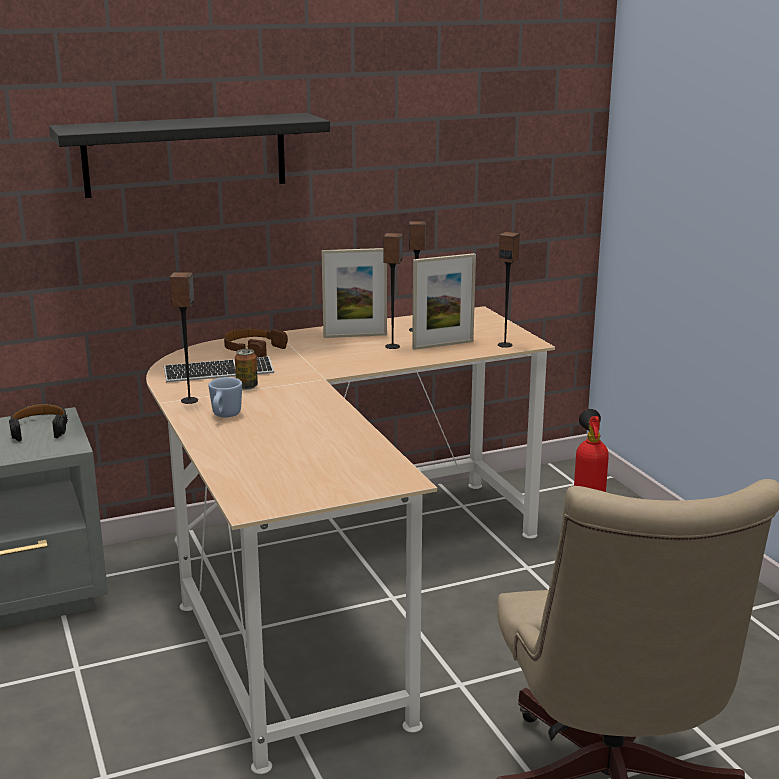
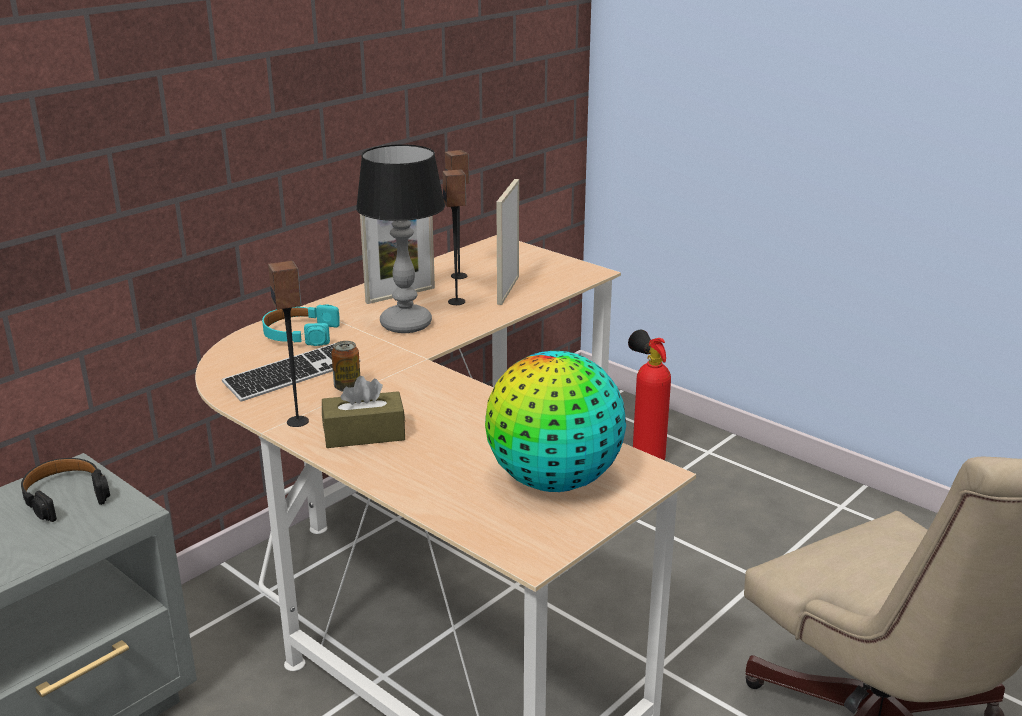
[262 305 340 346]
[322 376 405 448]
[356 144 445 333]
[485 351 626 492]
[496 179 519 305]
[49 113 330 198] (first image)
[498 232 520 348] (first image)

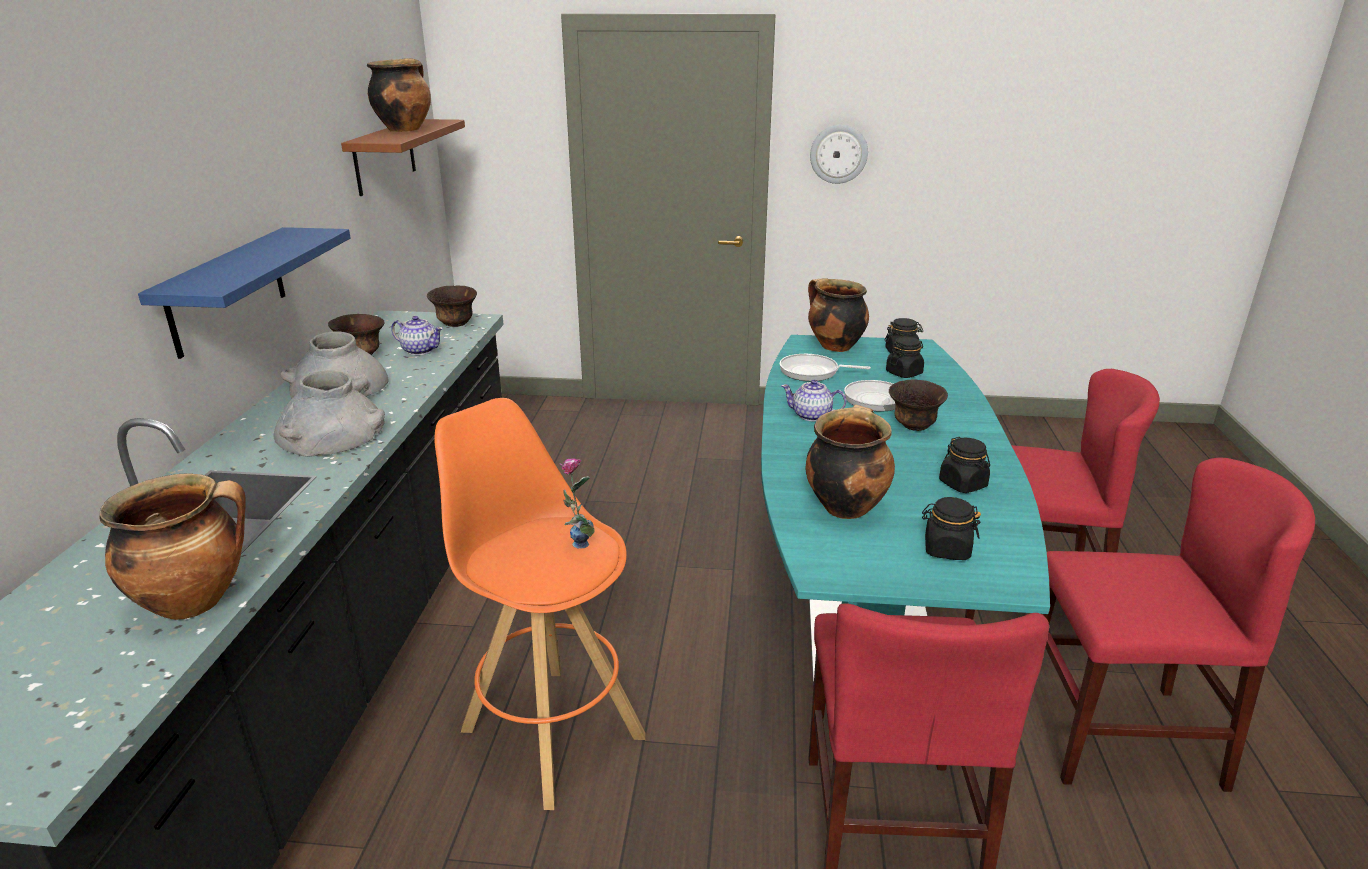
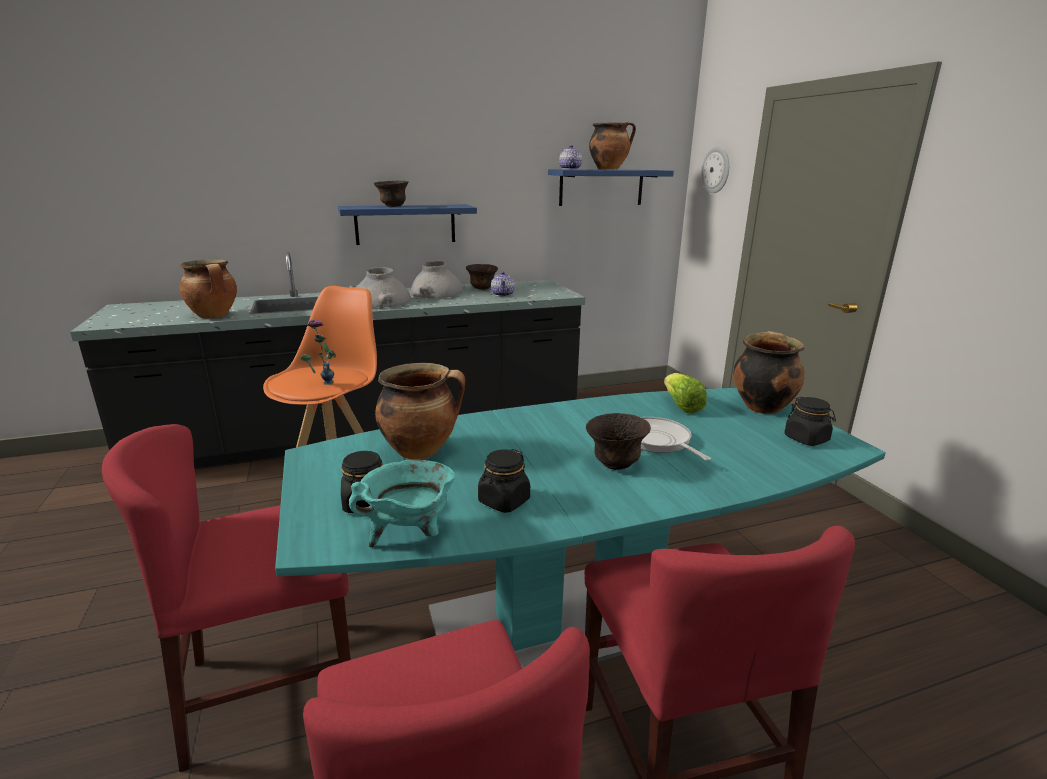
[349 460 456 548]
[374 181 409 207]
[548 169 674 206]
[559 145 582 169]
[664 373 707 413]
[702 147 729 193]
[886 337 924 378] (first image)

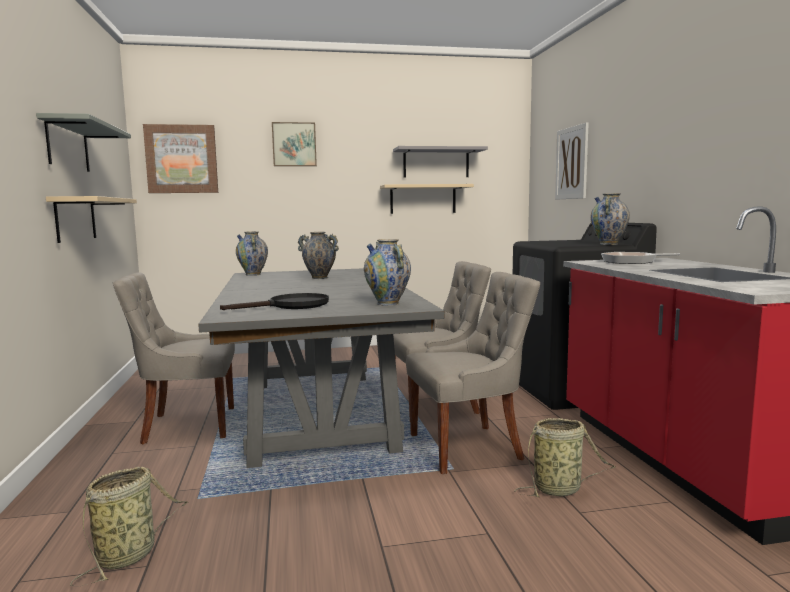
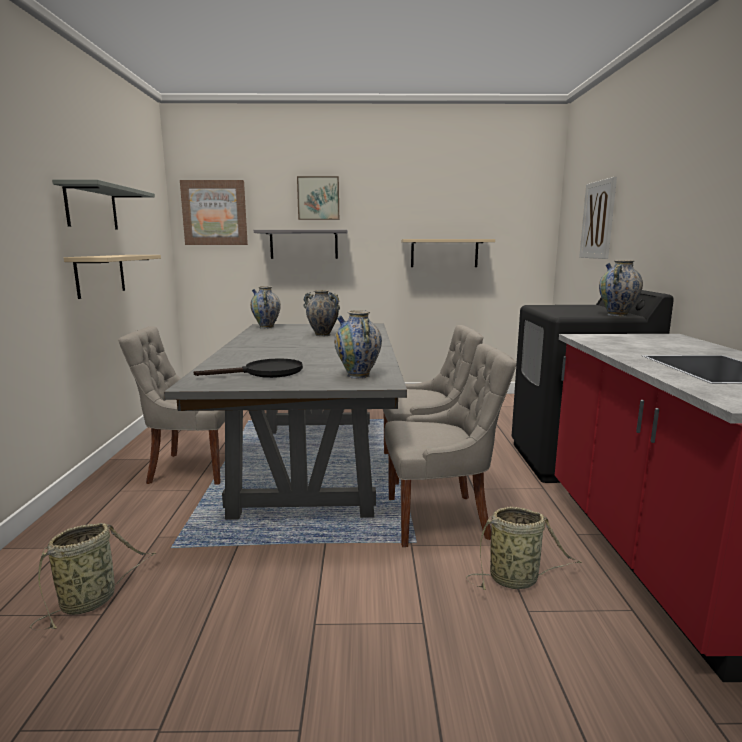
[254 230 348 259]
[601 252 680 264] (first image)

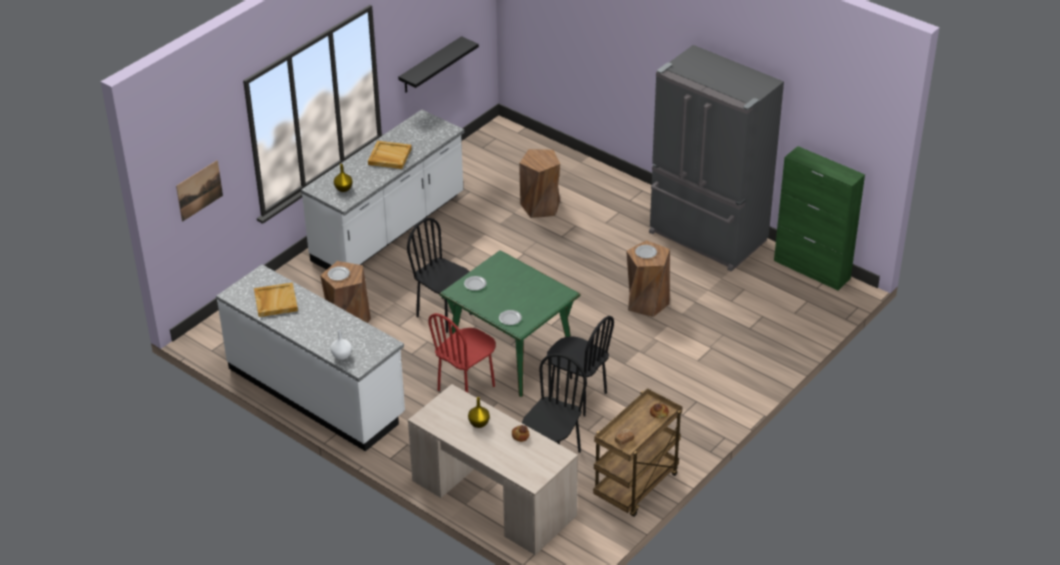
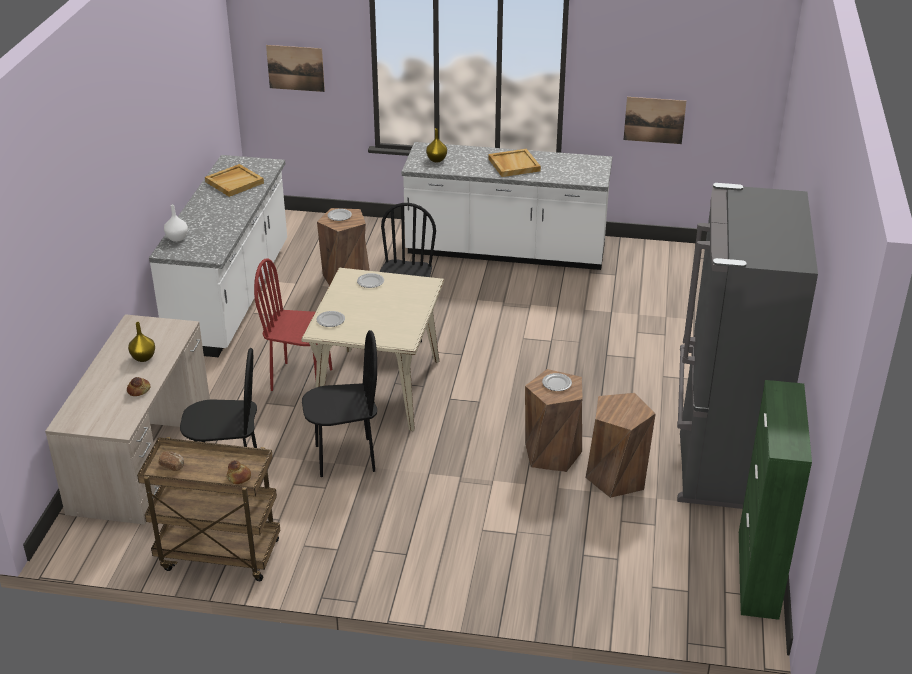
[302 268 444 431]
[302 330 377 477]
[586 393 656 498]
[624 97 686 144]

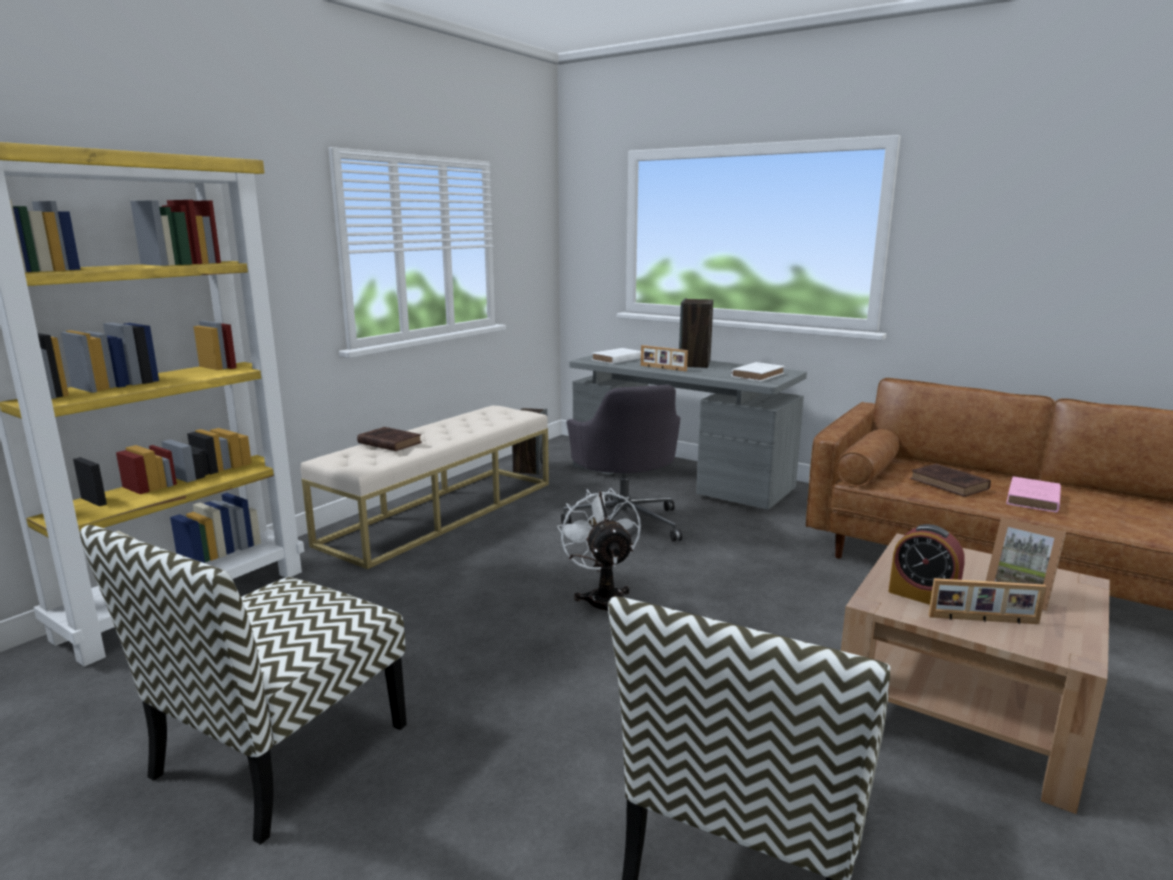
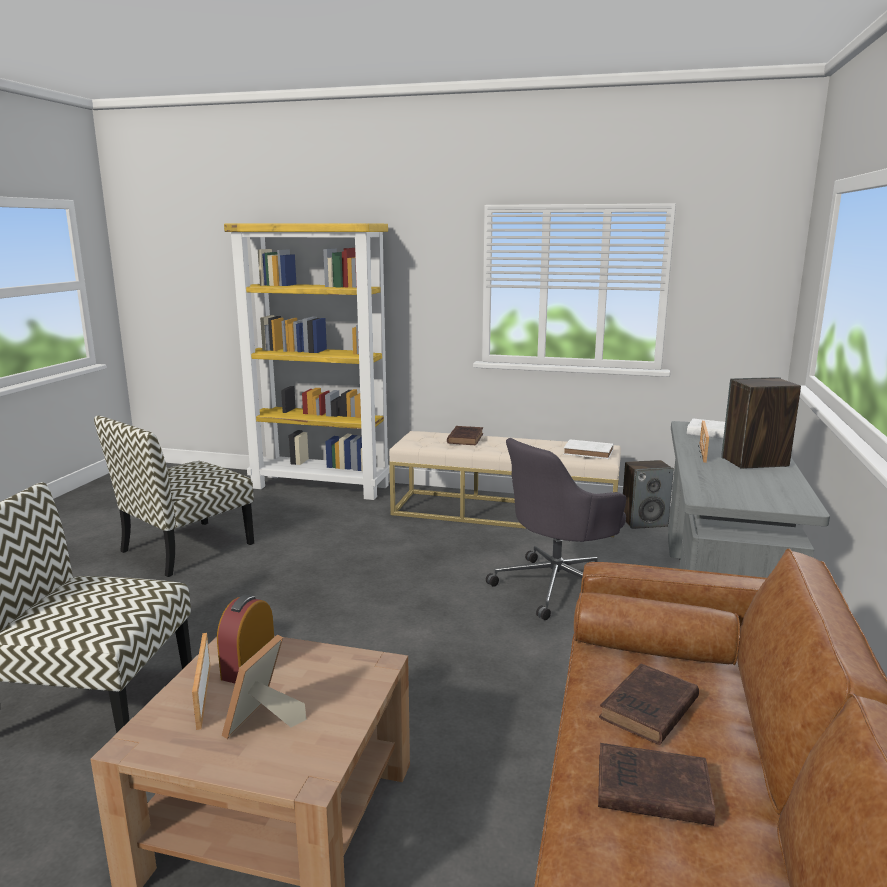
[94 416 254 577]
[564 439 613 459]
[598 743 715 826]
[557 488 641 612] (first image)

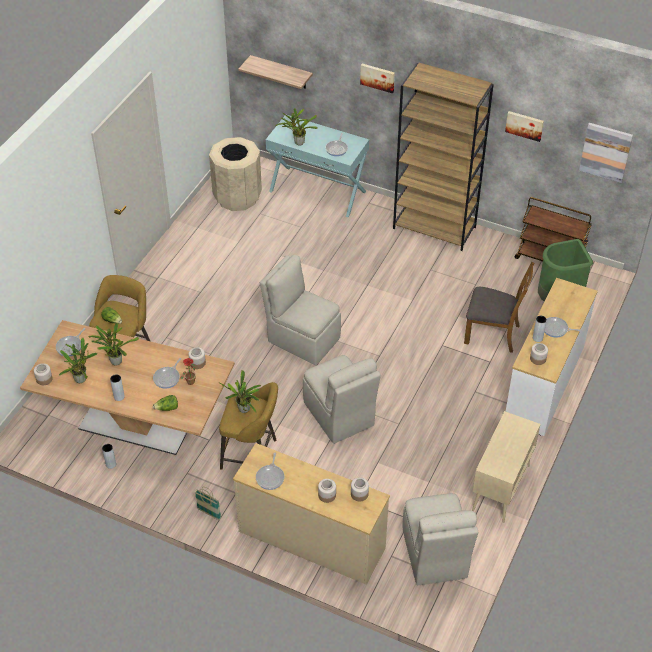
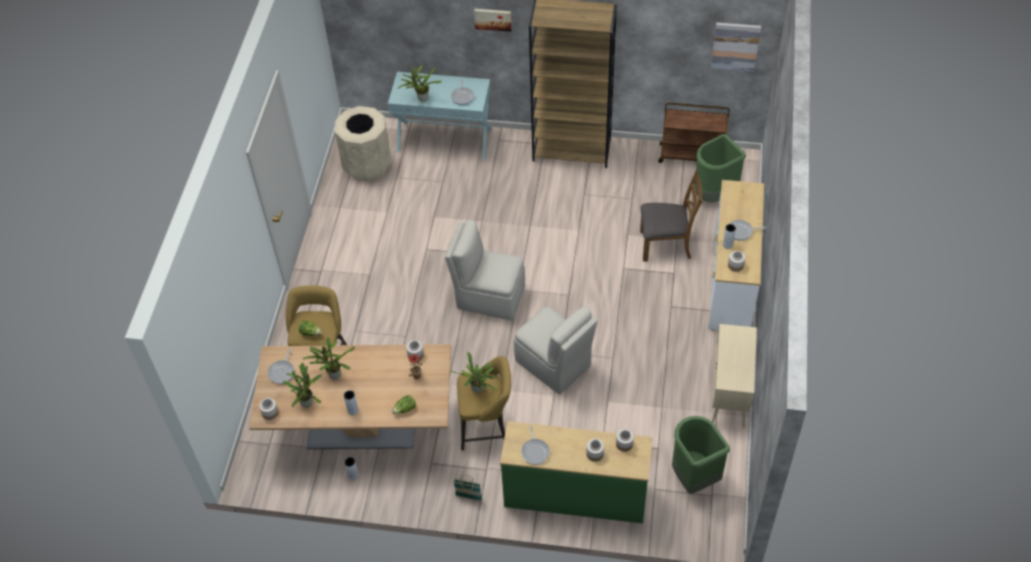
[500 421 653 524]
[672 416 730 494]
[153 358 181 389] (first image)
[238 55 313 89] (first image)
[505 111 544 142] (first image)

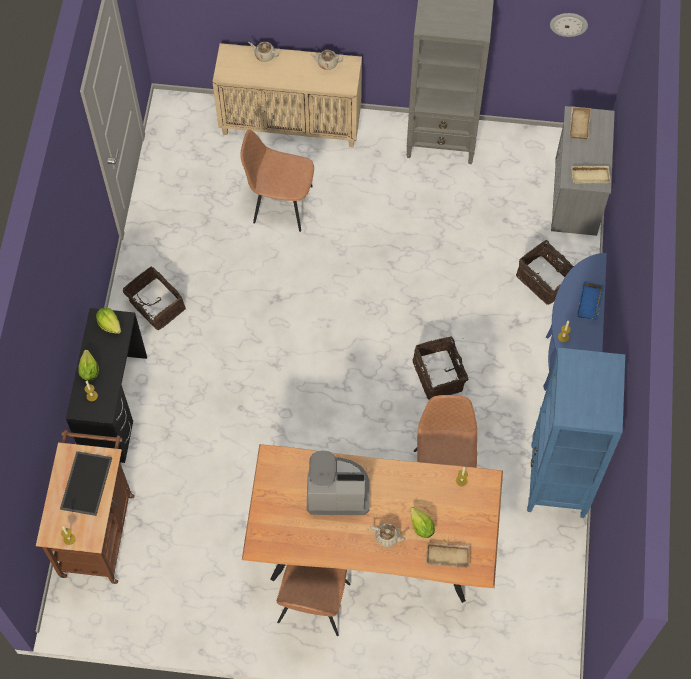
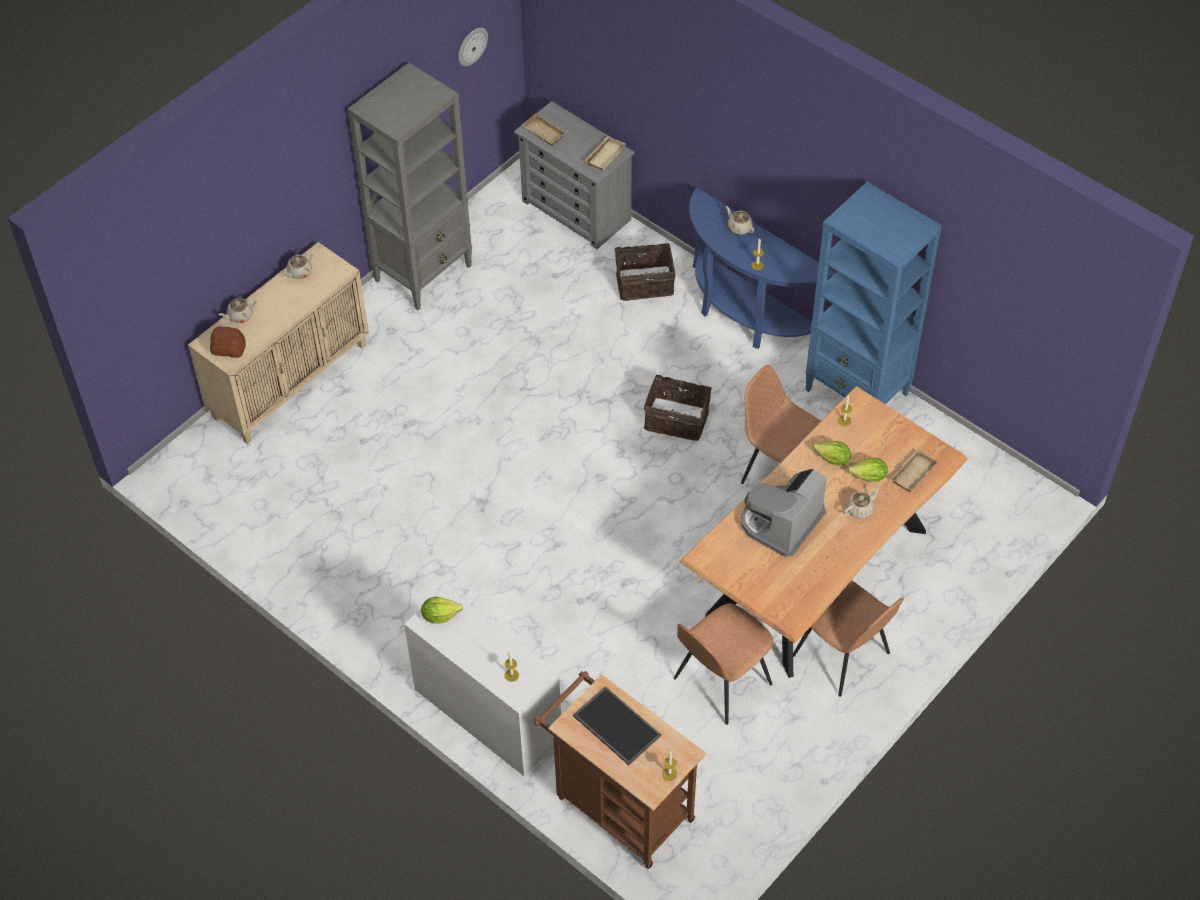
[210 326 246 358]
[404 587 561 776]
[674 603 773 725]
[726 206 754 235]
[813 441 851 466]
[123 267 186 330] (first image)

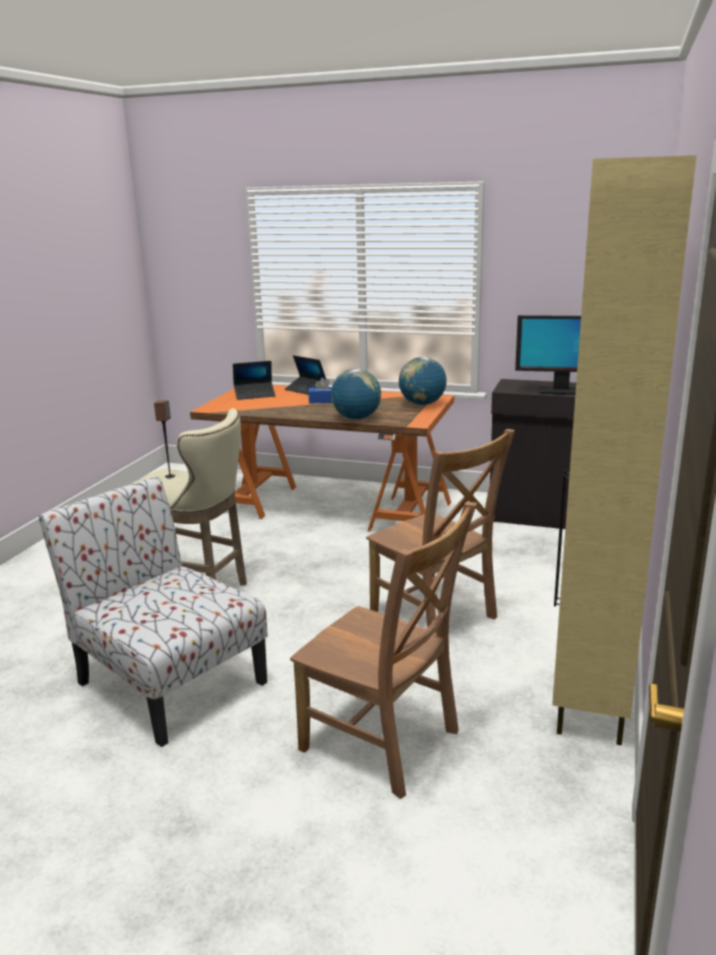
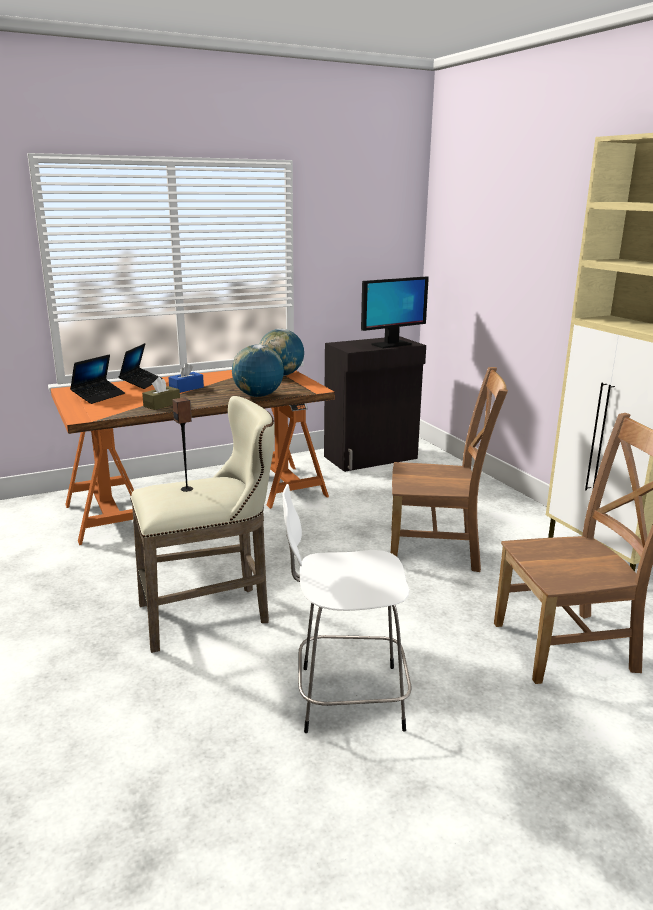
[119 343 162 389]
[142 377 180 410]
[283 484 411 733]

